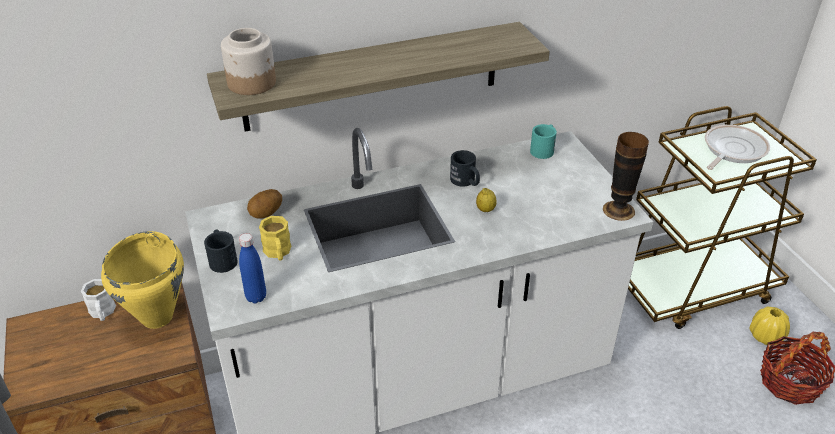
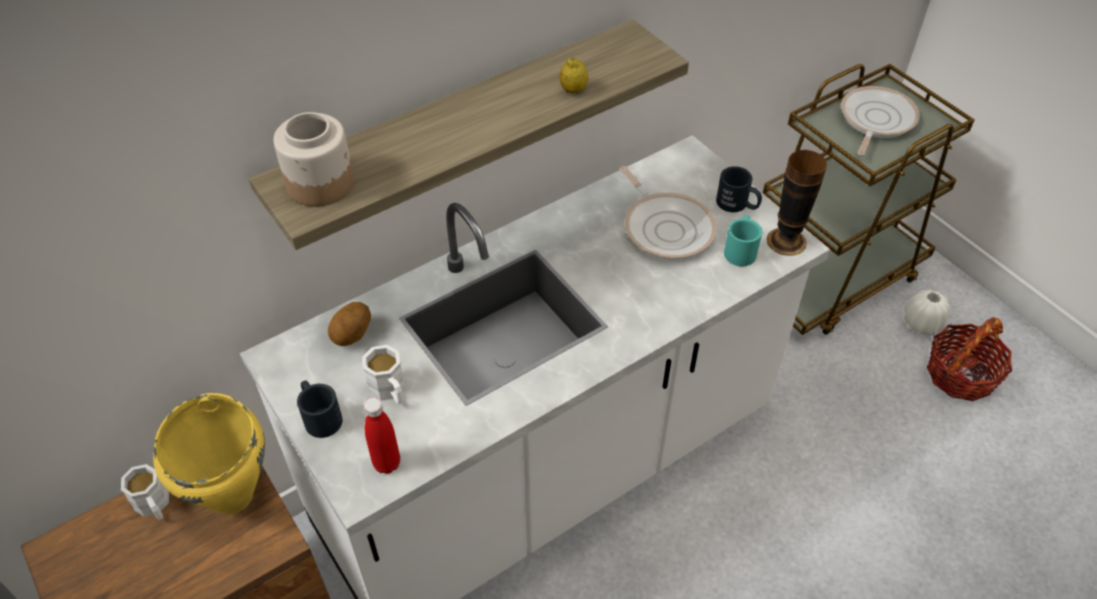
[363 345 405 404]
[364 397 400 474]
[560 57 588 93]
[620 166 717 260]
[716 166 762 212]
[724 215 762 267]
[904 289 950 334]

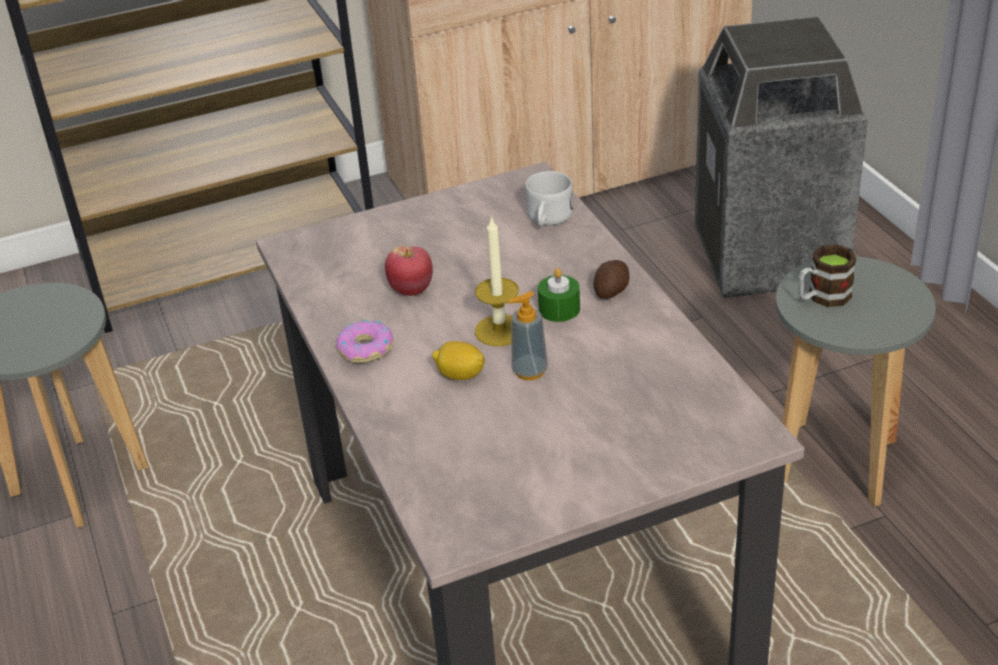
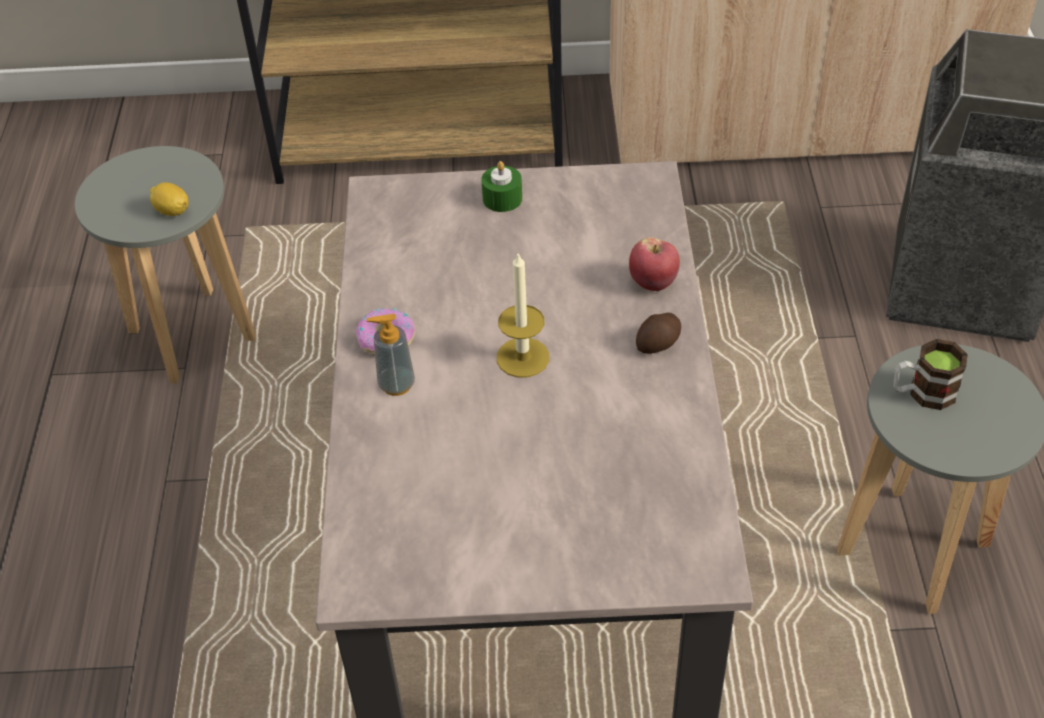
[150 182 189 216]
[367 314 415 396]
[481 161 522 212]
[629 237 680 291]
[525 171 573 226] (first image)

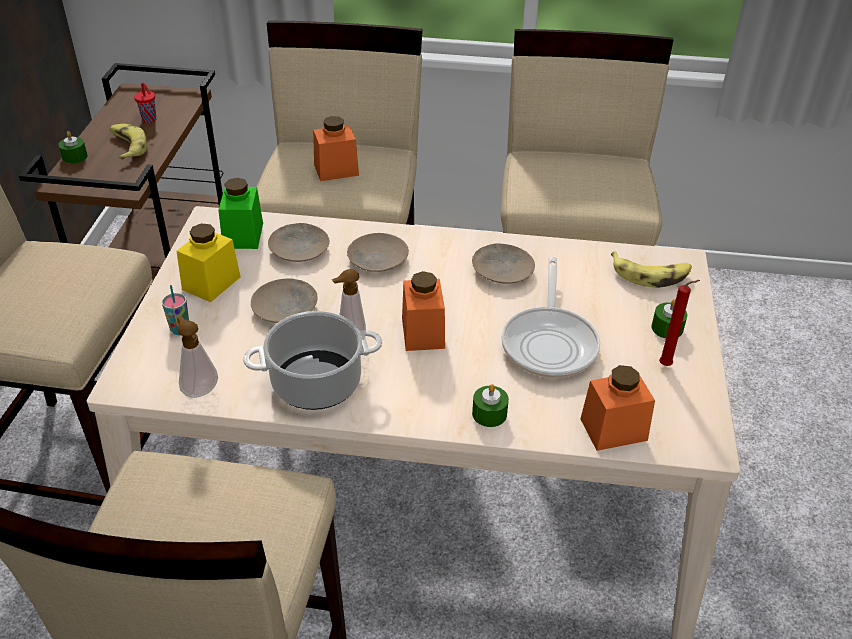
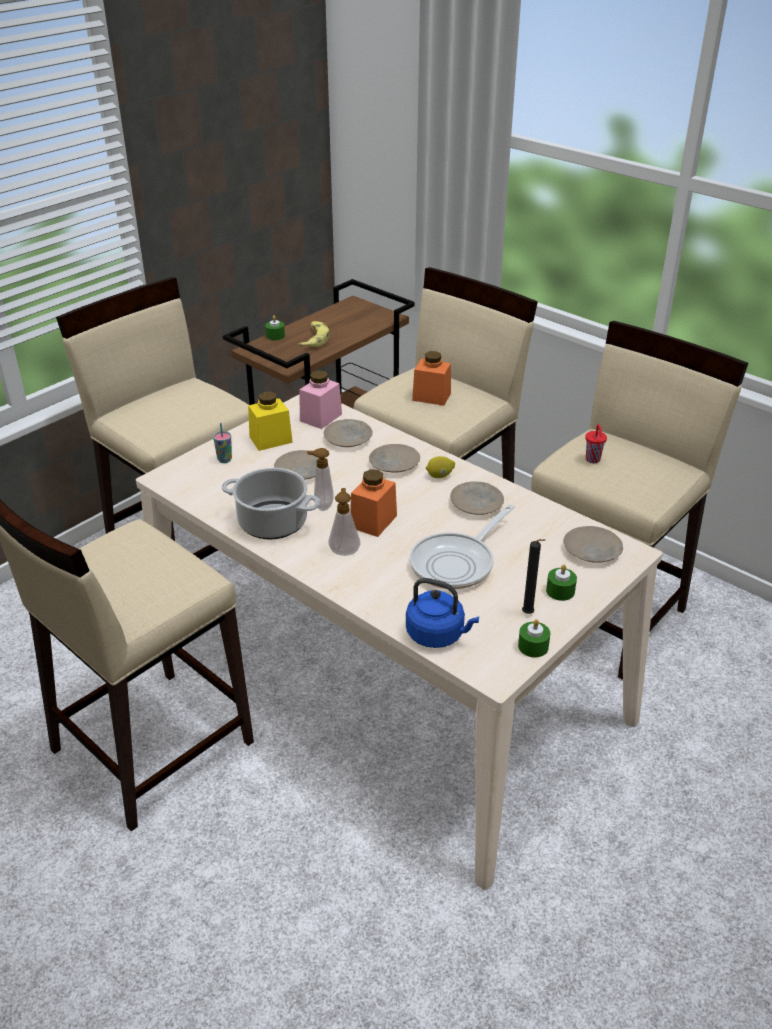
[300 371 342 429]
[328 488 360 556]
[406 578 479 648]
[426 456 455 478]
[518 619 551 657]
[522 539 546 614]
[563 526 623 563]
[586 424 607 463]

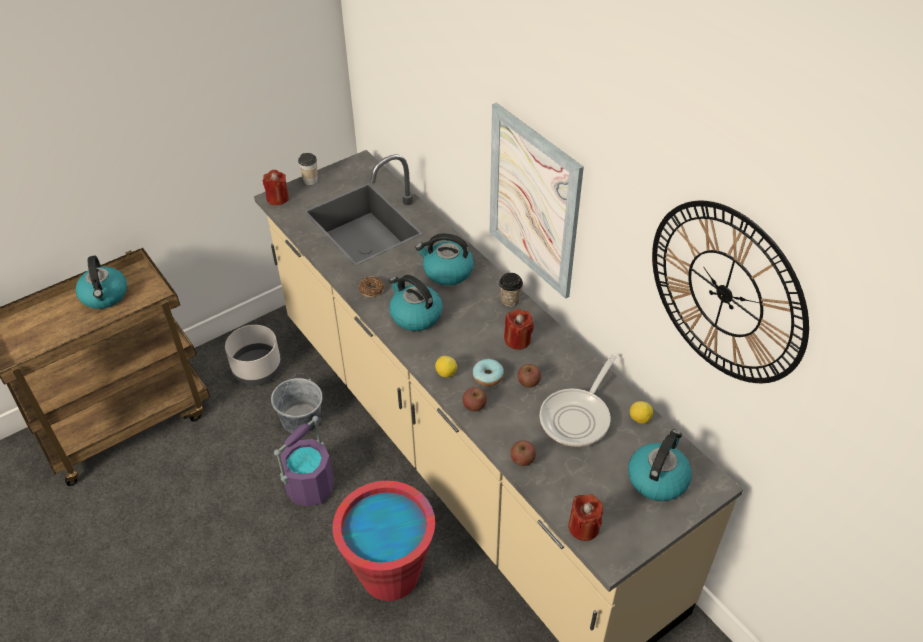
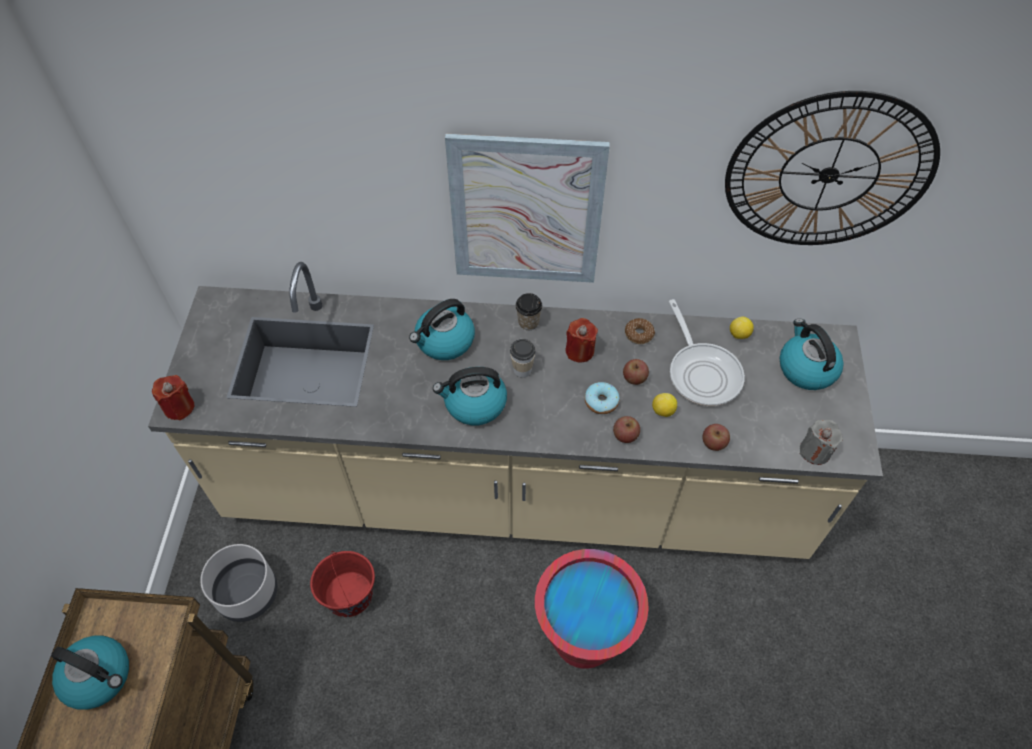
[310 551 375 617]
[510 339 535 378]
[625 318 655 344]
[652 393 677 417]
[800 420 843 465]
[274 416 334 506] (first image)

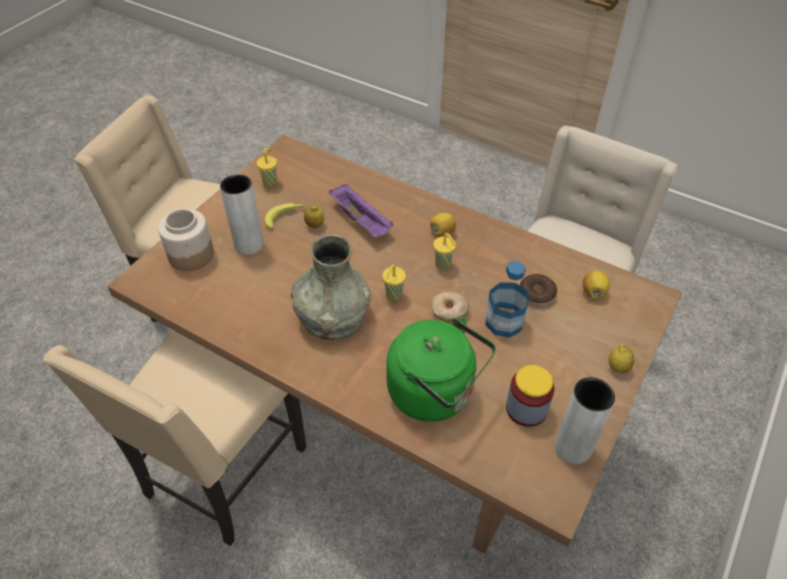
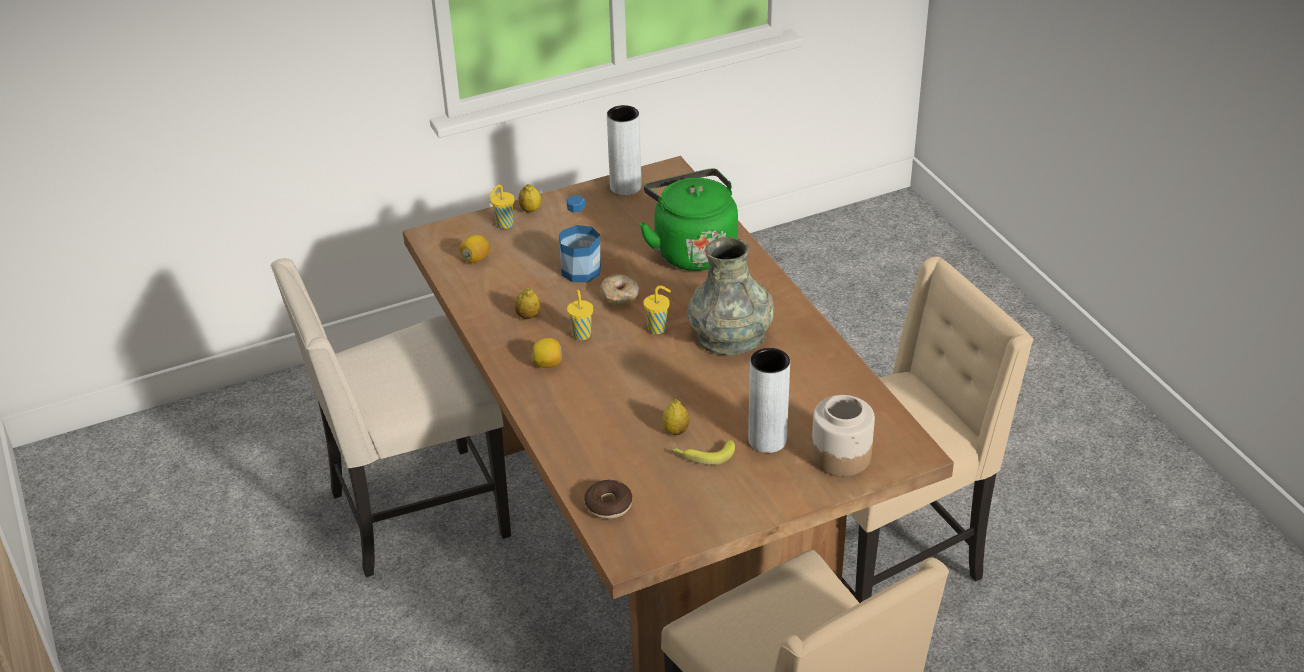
[489 184 514 229]
[515 288 540 319]
[584 480 632 519]
[329 184 393 238] (first image)
[506 365 554 427] (first image)

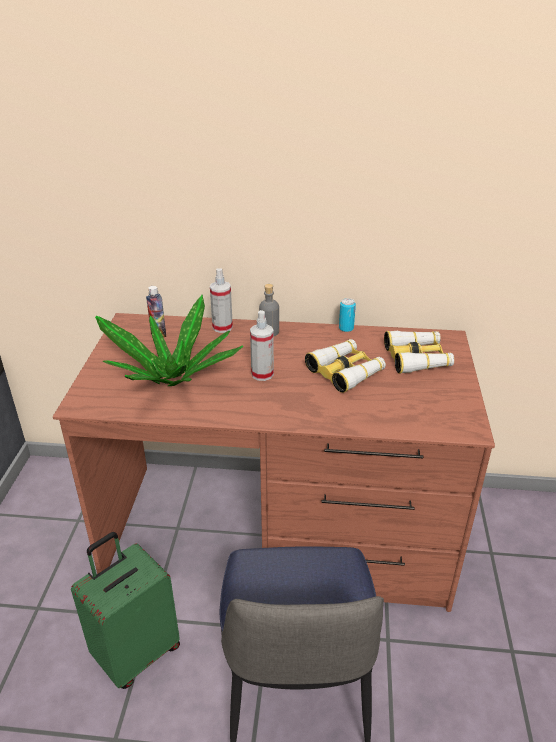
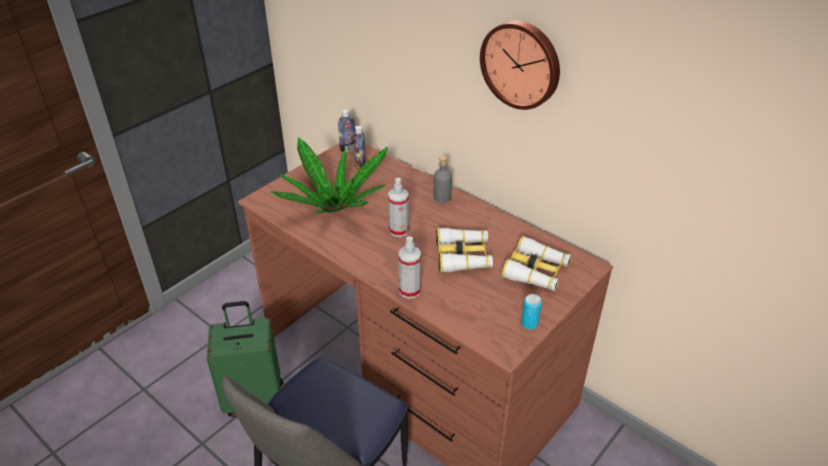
[338 109 355 152]
[398 236 421 299]
[480 20 560 110]
[521 294 542 330]

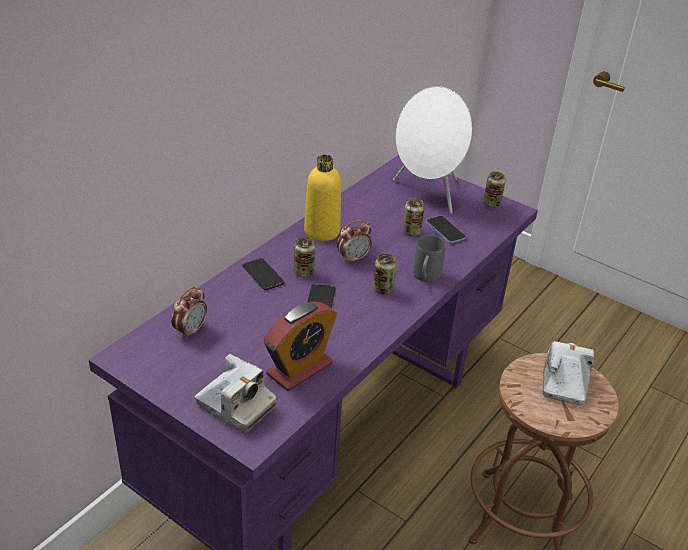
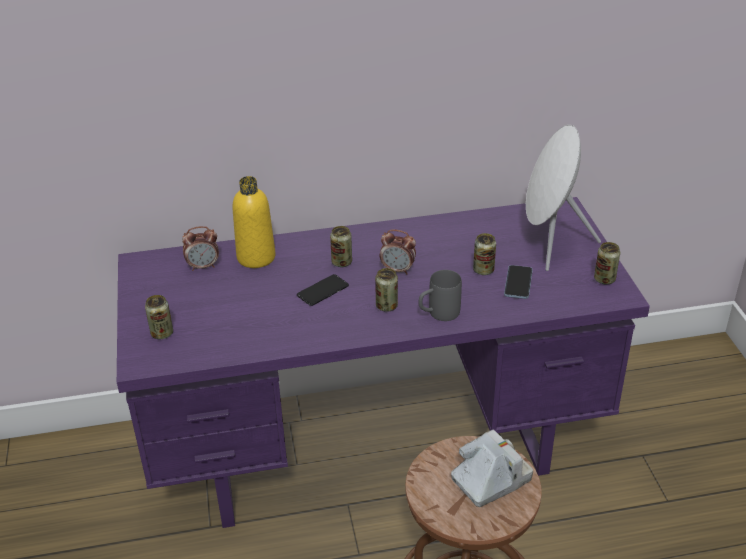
[145 295 173 339]
[233 176 276 268]
[242 258 285 290] (first image)
[264 301 337 391] (first image)

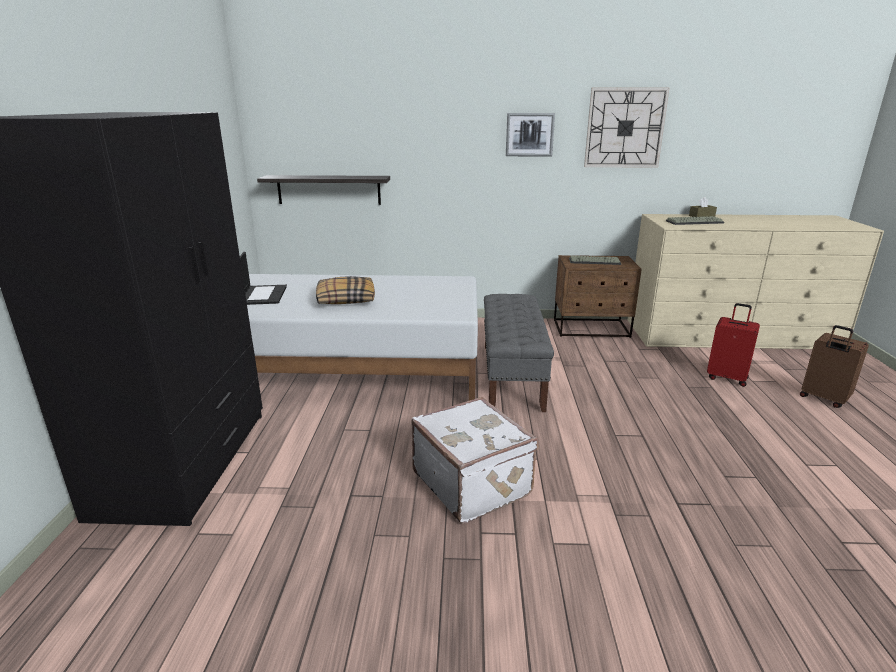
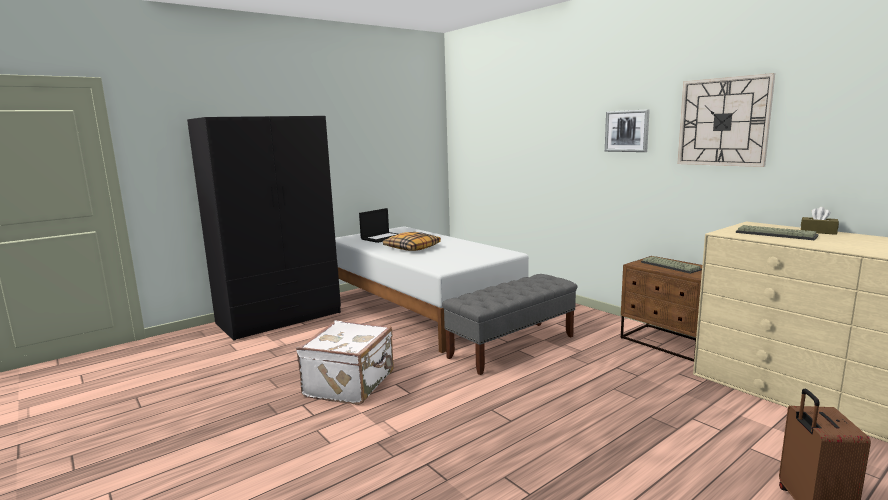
[257 175 390 205] (first image)
[707 303 760 387] (first image)

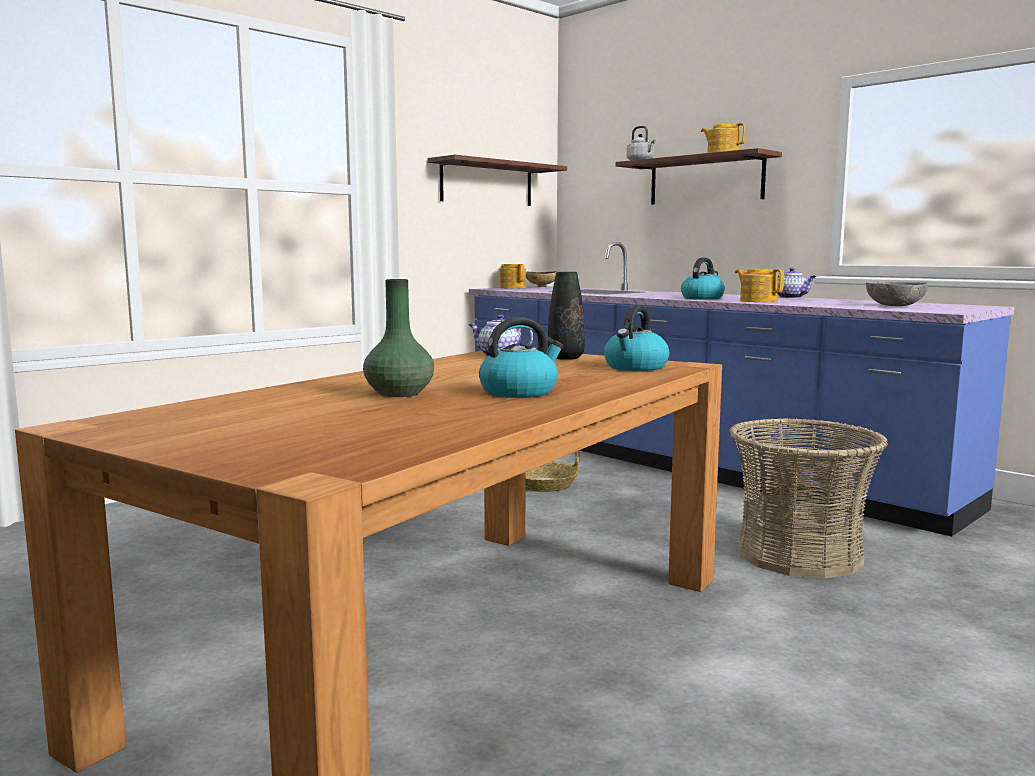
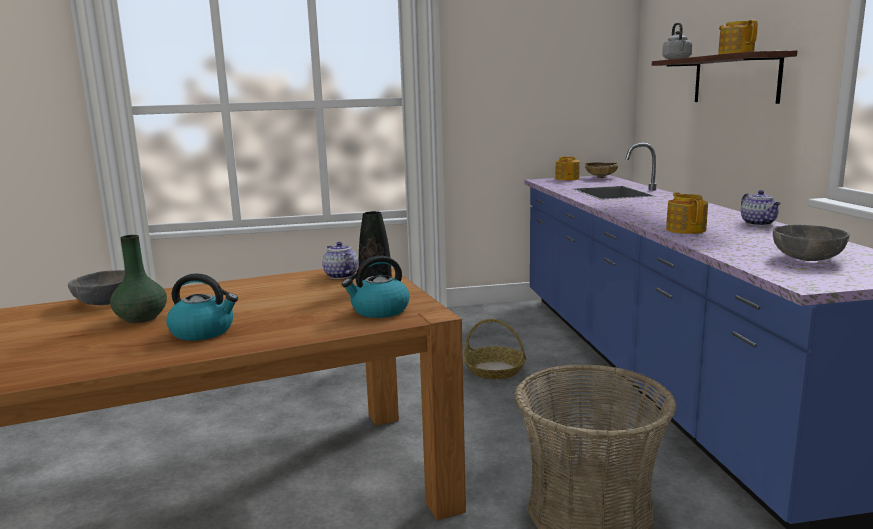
[68 270 125 305]
[427 155 567 206] (first image)
[681 257 725 300] (first image)

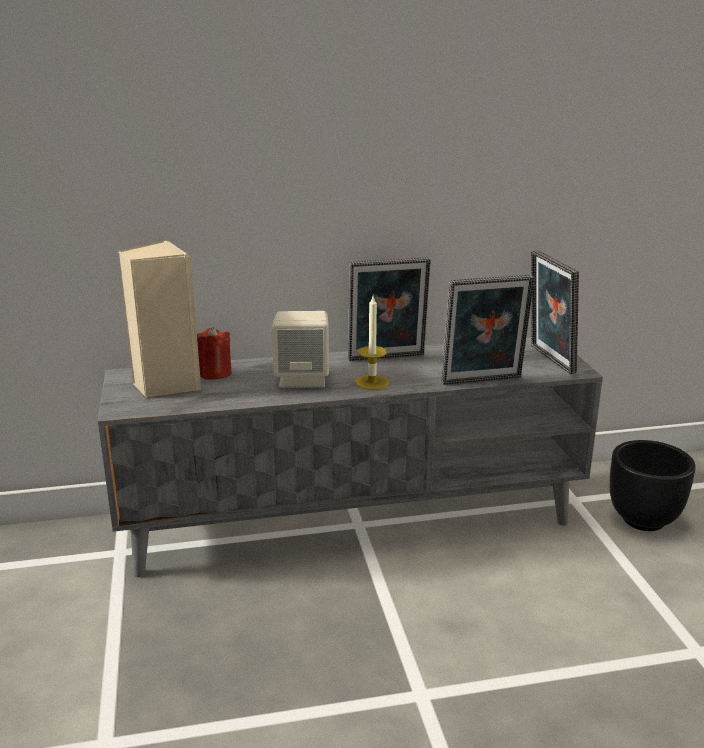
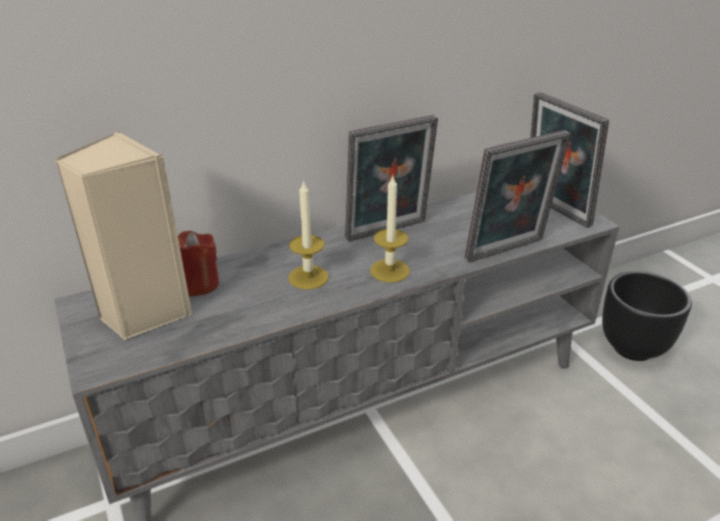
[289 180 329 290]

